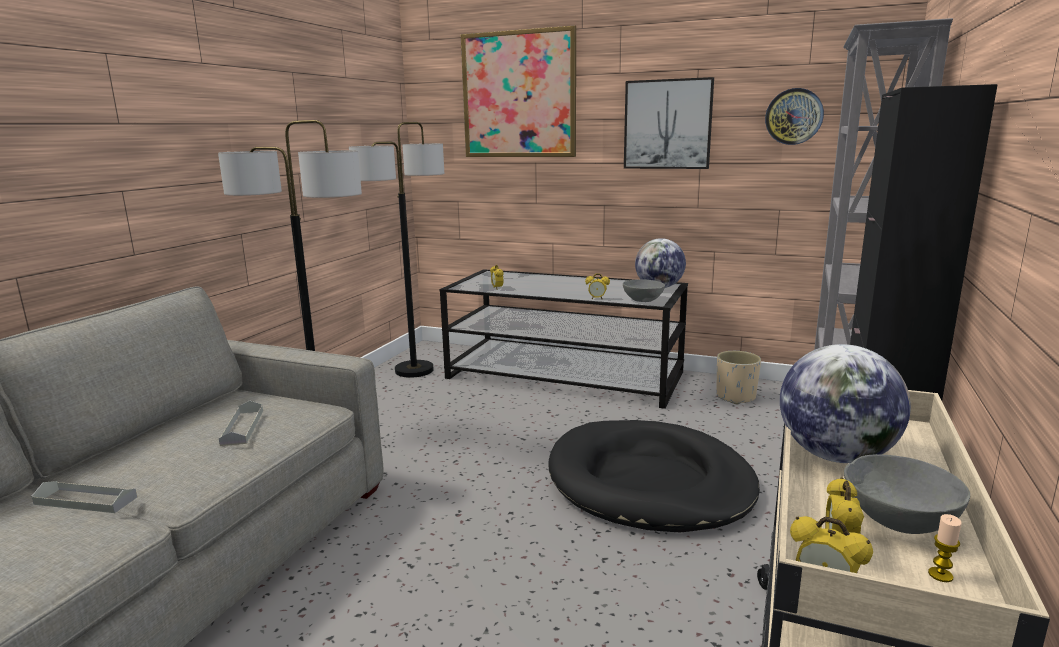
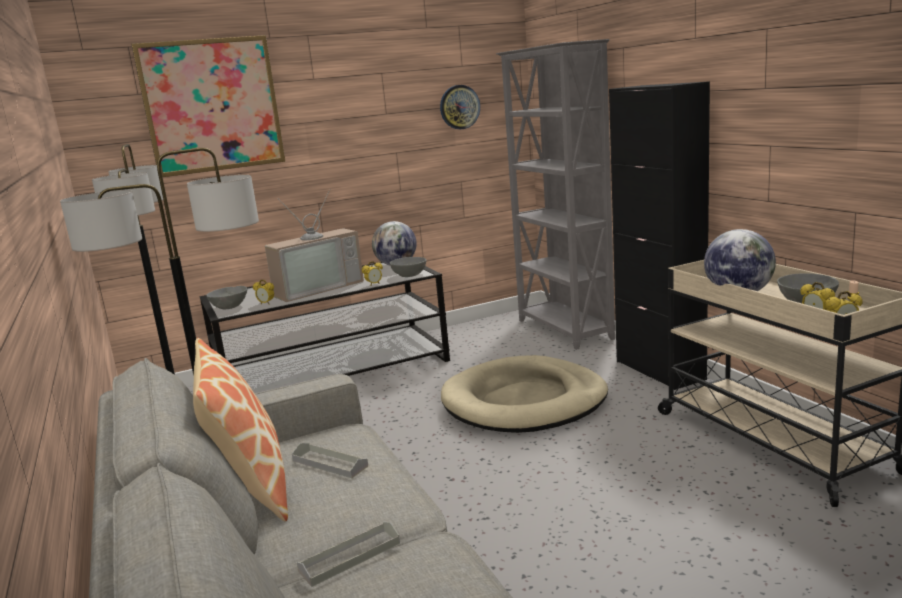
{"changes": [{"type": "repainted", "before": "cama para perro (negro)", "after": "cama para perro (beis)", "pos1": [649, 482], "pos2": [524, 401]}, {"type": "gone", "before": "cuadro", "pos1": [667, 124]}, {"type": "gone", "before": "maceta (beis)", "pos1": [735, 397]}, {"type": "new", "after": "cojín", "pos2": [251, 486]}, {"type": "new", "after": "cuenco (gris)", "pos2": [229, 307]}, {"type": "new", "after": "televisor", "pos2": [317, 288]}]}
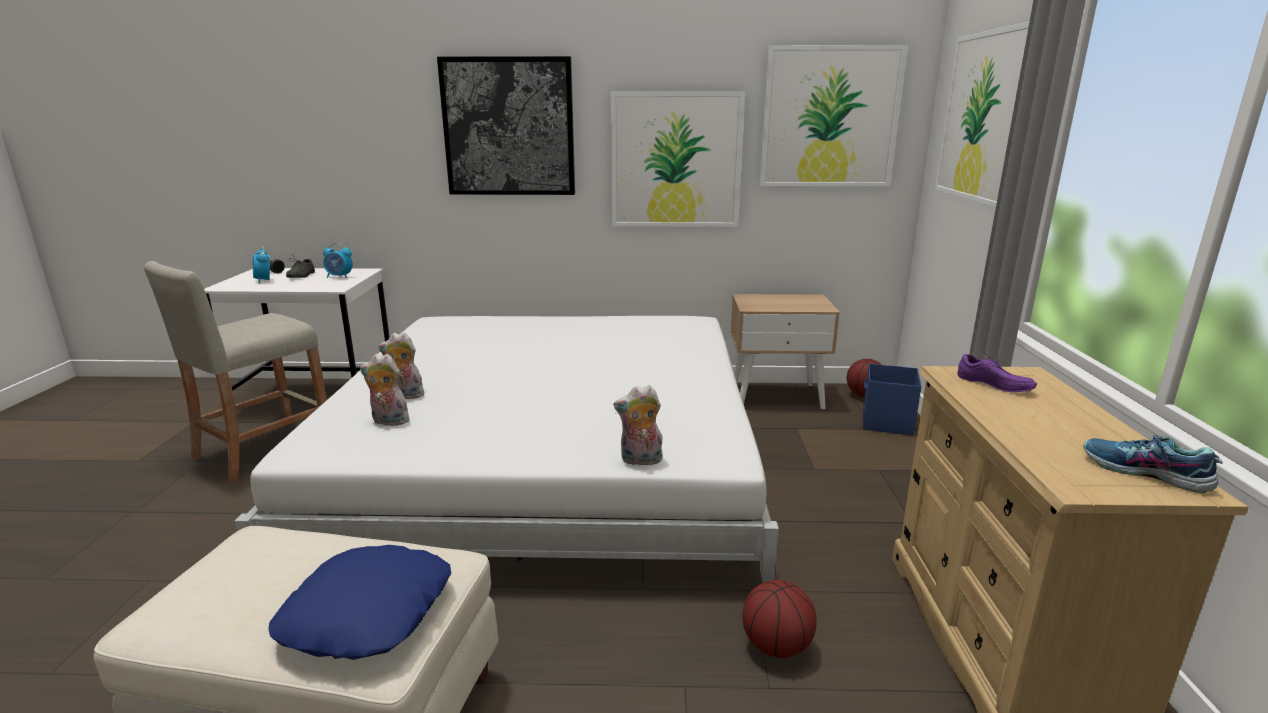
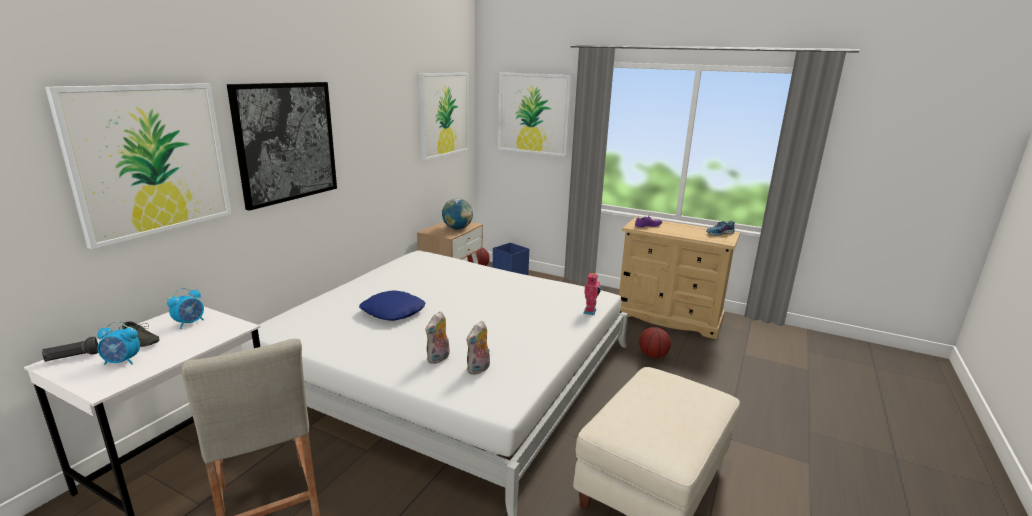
{"changes": [{"type": "shifted", "before": "cojín (azul)", "pos1": [366, 612], "pos2": [392, 312]}, {"type": "shifted", "before": "cuadro", "pos1": [676, 160], "pos2": [150, 160]}, {"type": "swapped", "before": "peluche", "after": "robot de juguete", "pos1": [640, 461], "pos2": [590, 311]}, {"type": "new", "after": "globo terráqueo", "pos2": [457, 228]}]}
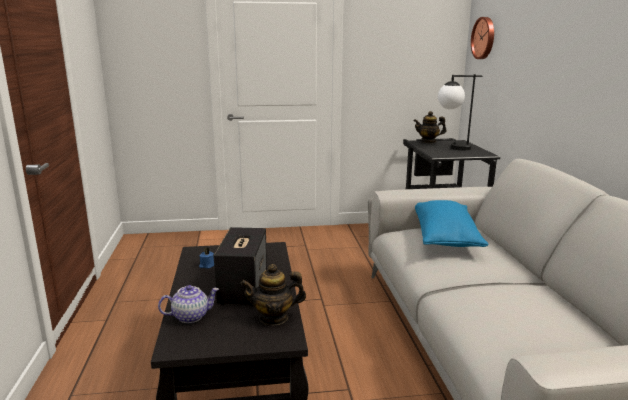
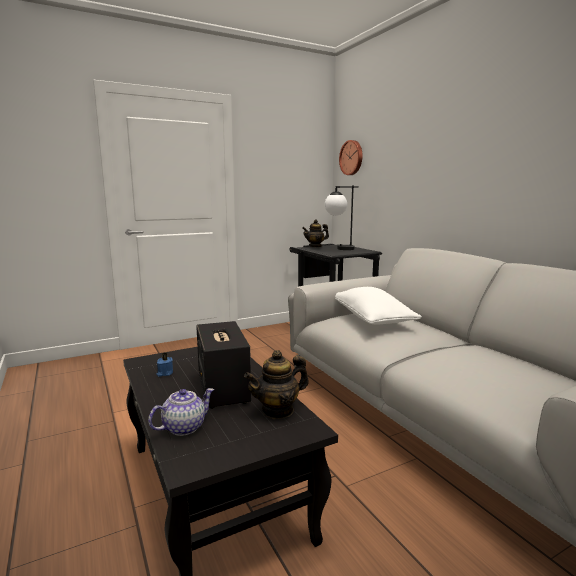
{"changes": [{"type": "repainted", "before": "cojín (azul)", "after": "cojín (blanco)", "pos1": [445, 238], "pos2": [371, 319]}]}
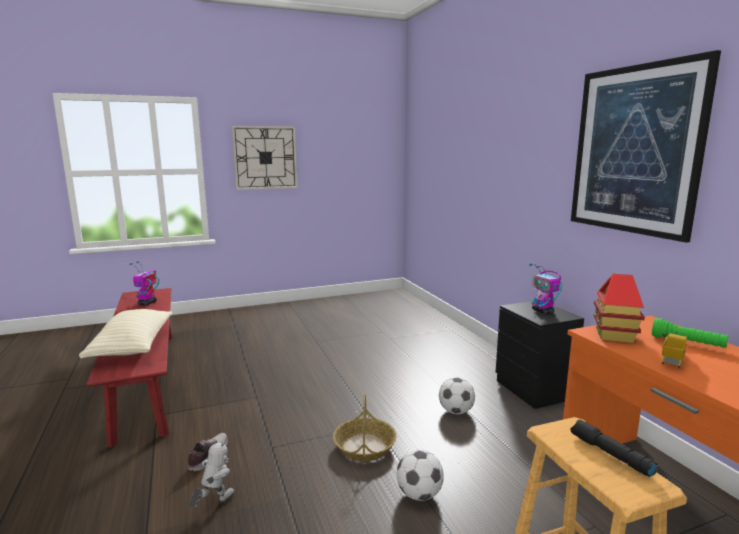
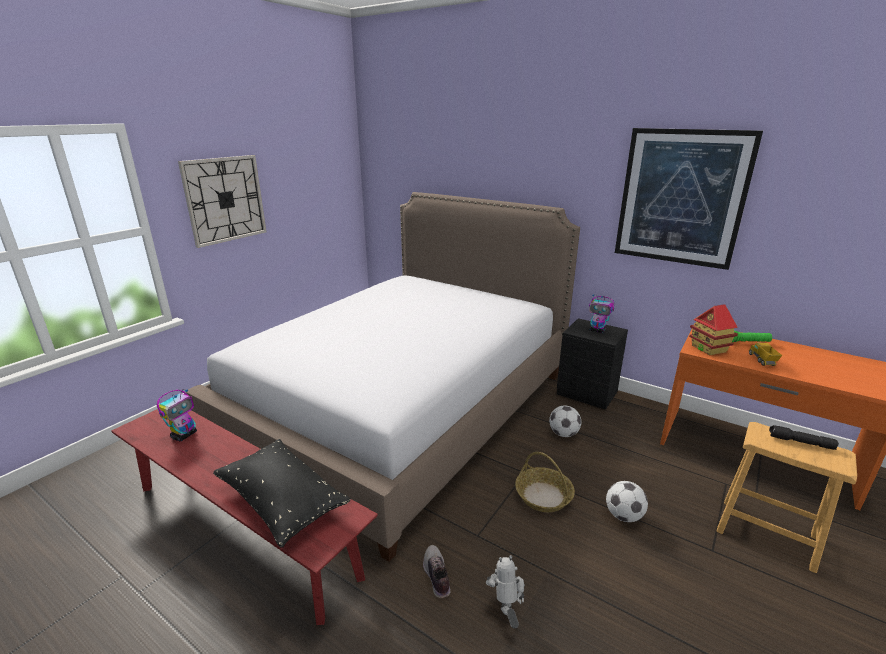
{"changes": [{"type": "repainted", "before": "cojín (beis)", "after": "cojín (negro)", "pos1": [132, 346], "pos2": [282, 501]}, {"type": "rotated", "before": "robot de juguete", "pos1": [147, 303], "pos2": [184, 435], "turn": -135}, {"type": "new", "after": "cama", "pos2": [404, 408]}]}
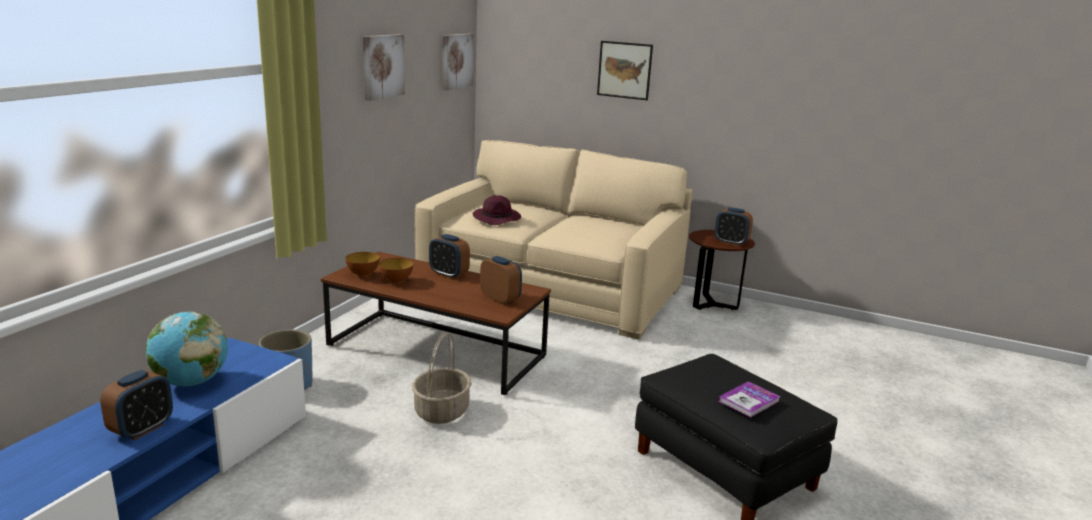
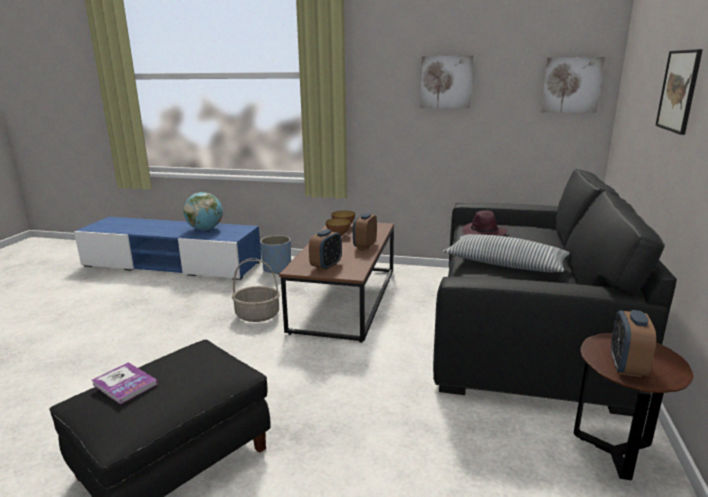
{"changes": [{"type": "gone", "before": "despertador", "pos1": [142, 429]}, {"type": "repainted", "before": "sofá (beis)", "after": "sofá (negro)", "pos1": [552, 288], "pos2": [523, 328]}, {"type": "new", "after": "cojín", "pos2": [505, 264]}]}
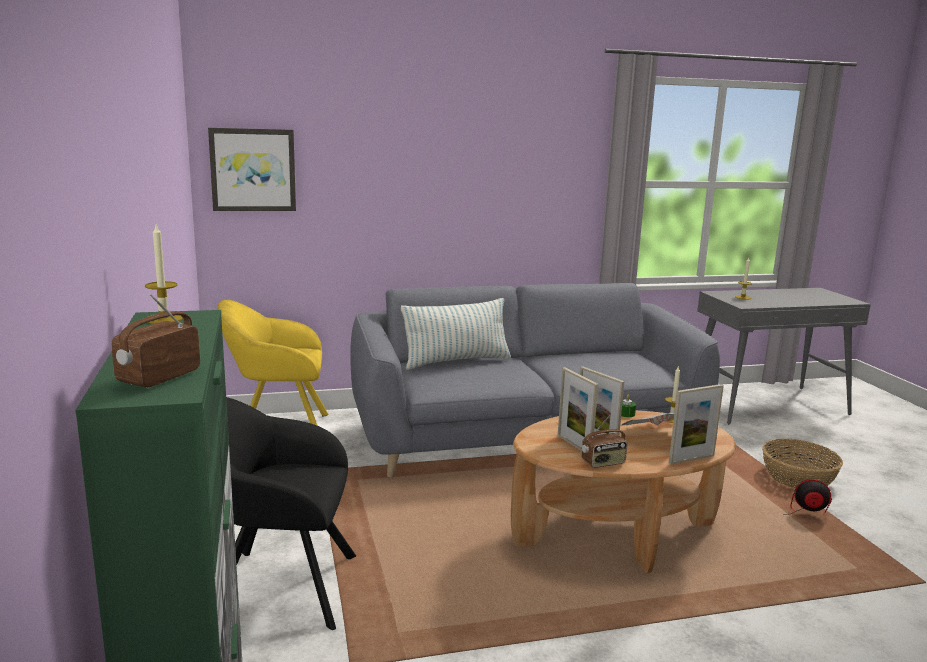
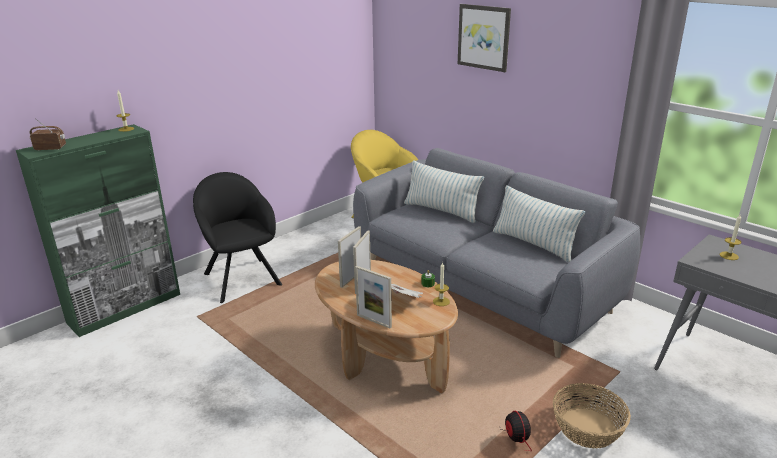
{"changes": [{"type": "shifted", "before": "cuadro", "pos1": [253, 170], "pos2": [484, 37]}, {"type": "gone", "before": "radio", "pos1": [603, 463]}, {"type": "new", "after": "cojín", "pos2": [533, 244]}]}
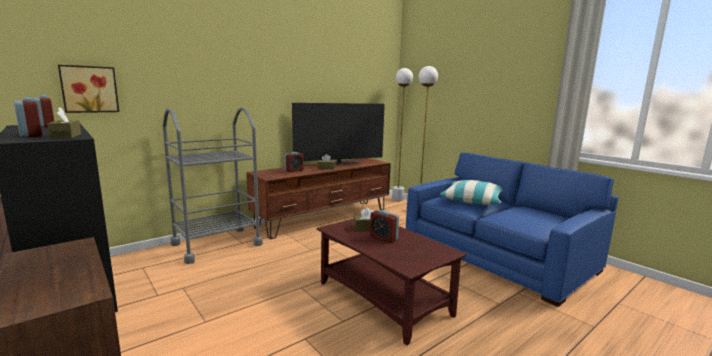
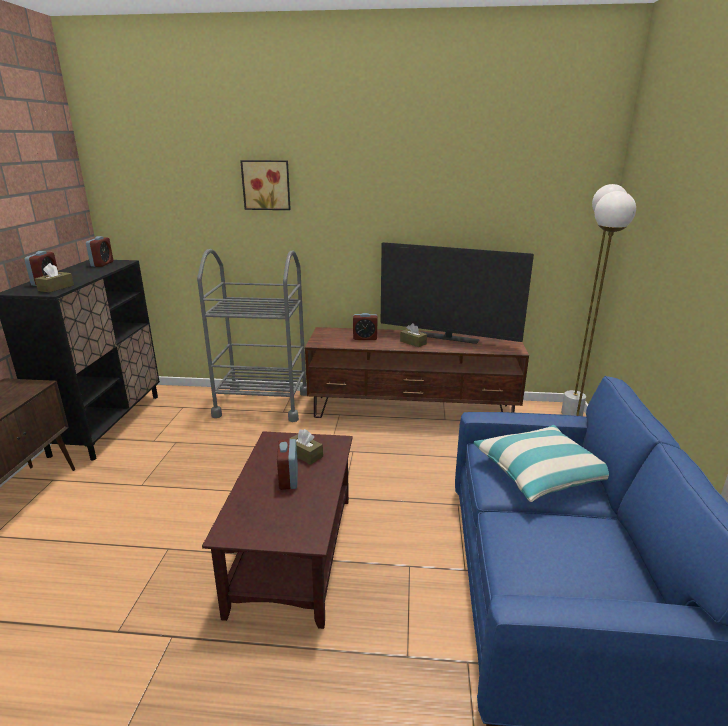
{"changes": [{"type": "shifted", "before": "cuadro", "pos1": [89, 89], "pos2": [266, 185]}]}
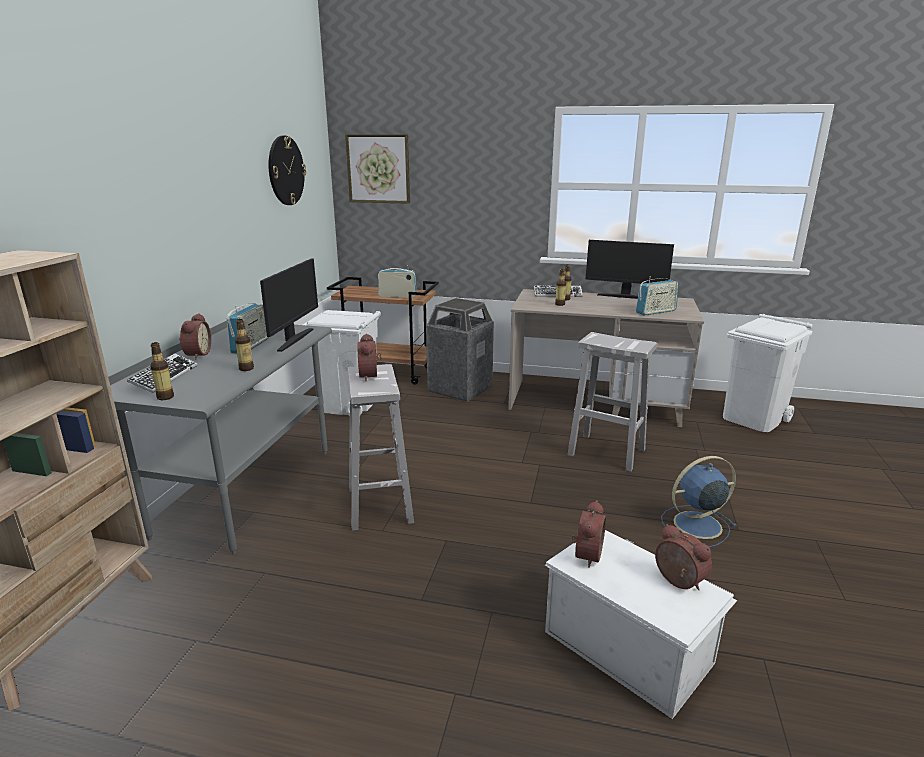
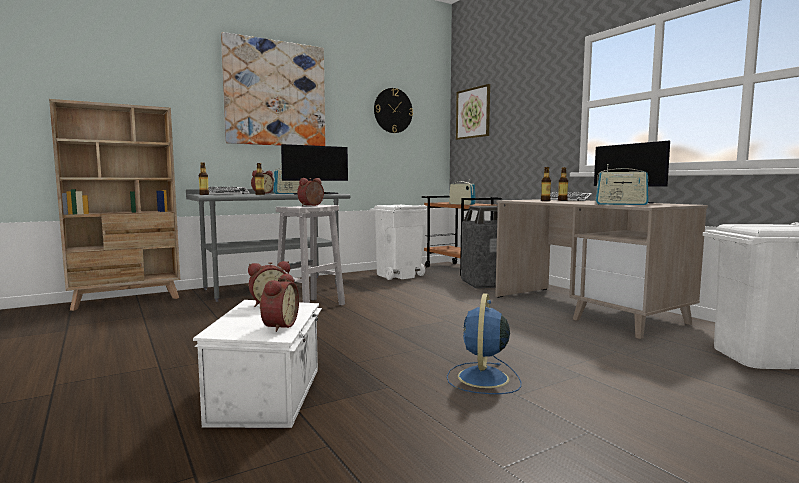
{"changes": [{"type": "gone", "before": "taburete (blanco)", "pos1": [605, 452]}, {"type": "rotated", "before": "ventilador (azul)", "pos1": [695, 525], "pos2": [483, 379], "turn": -105}, {"type": "new", "after": "cuadro", "pos2": [275, 94]}]}
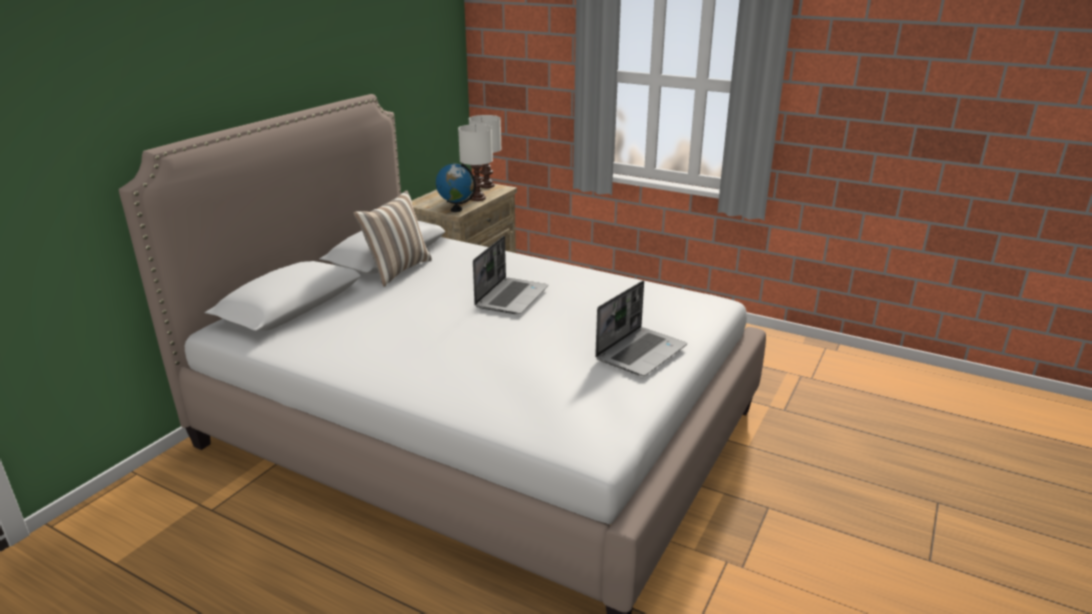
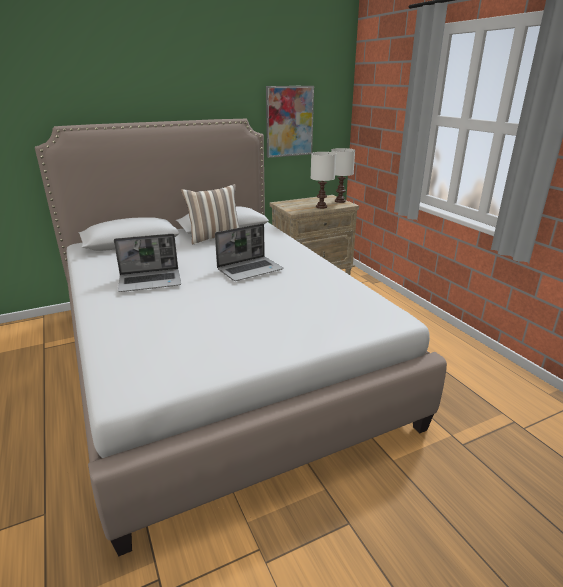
{"changes": [{"type": "gone", "before": "globo terráqueo", "pos1": [456, 210]}, {"type": "shifted", "before": "portátil", "pos1": [641, 352], "pos2": [151, 281]}, {"type": "new", "after": "cuadro", "pos2": [289, 121]}]}
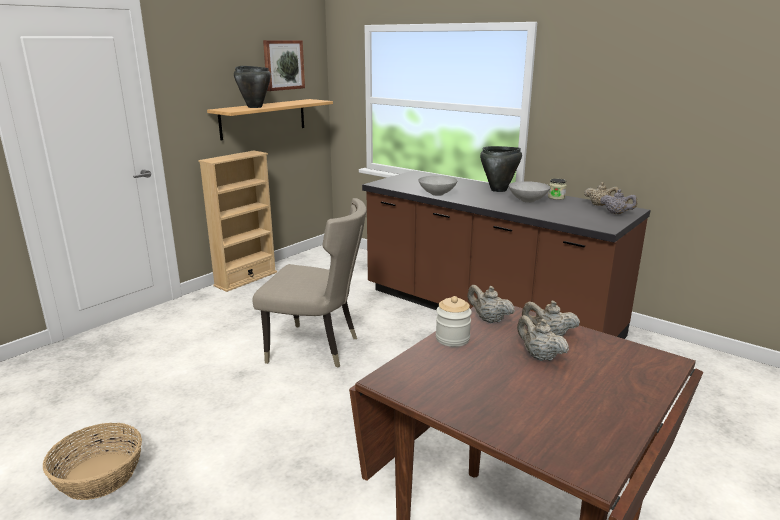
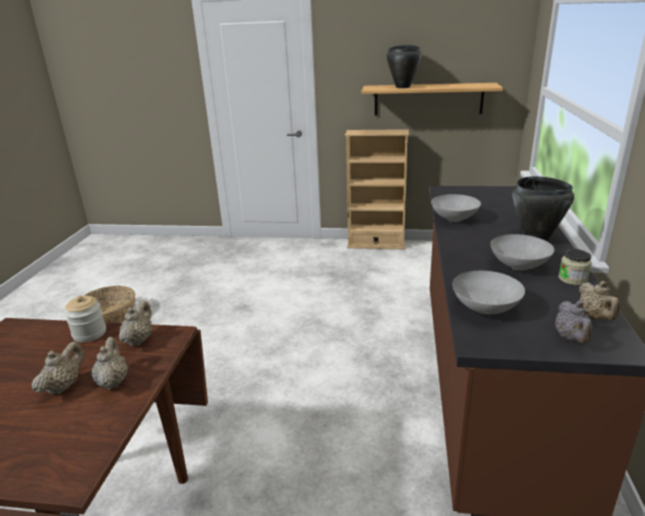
{"changes": [{"type": "gone", "before": "silla (beis)", "pos1": [317, 348]}, {"type": "gone", "before": "cuadro", "pos1": [283, 65]}, {"type": "new", "after": "cuenco (gris)", "pos2": [484, 308]}]}
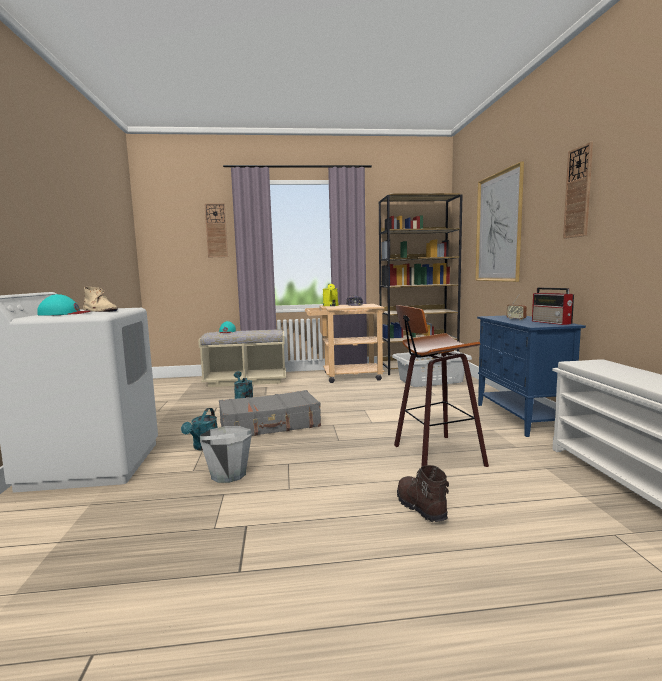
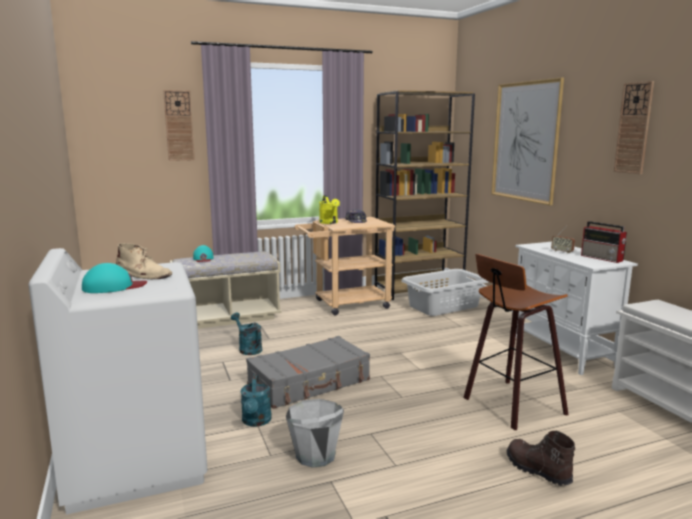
{"changes": [{"type": "repainted", "before": "armario (azul)", "after": "armario (blanco)", "pos1": [521, 418], "pos2": [563, 351]}]}
